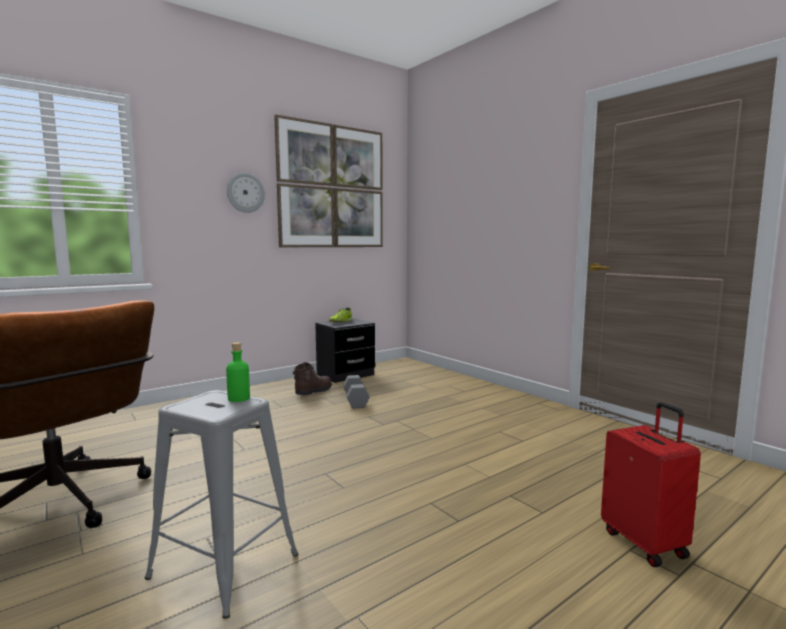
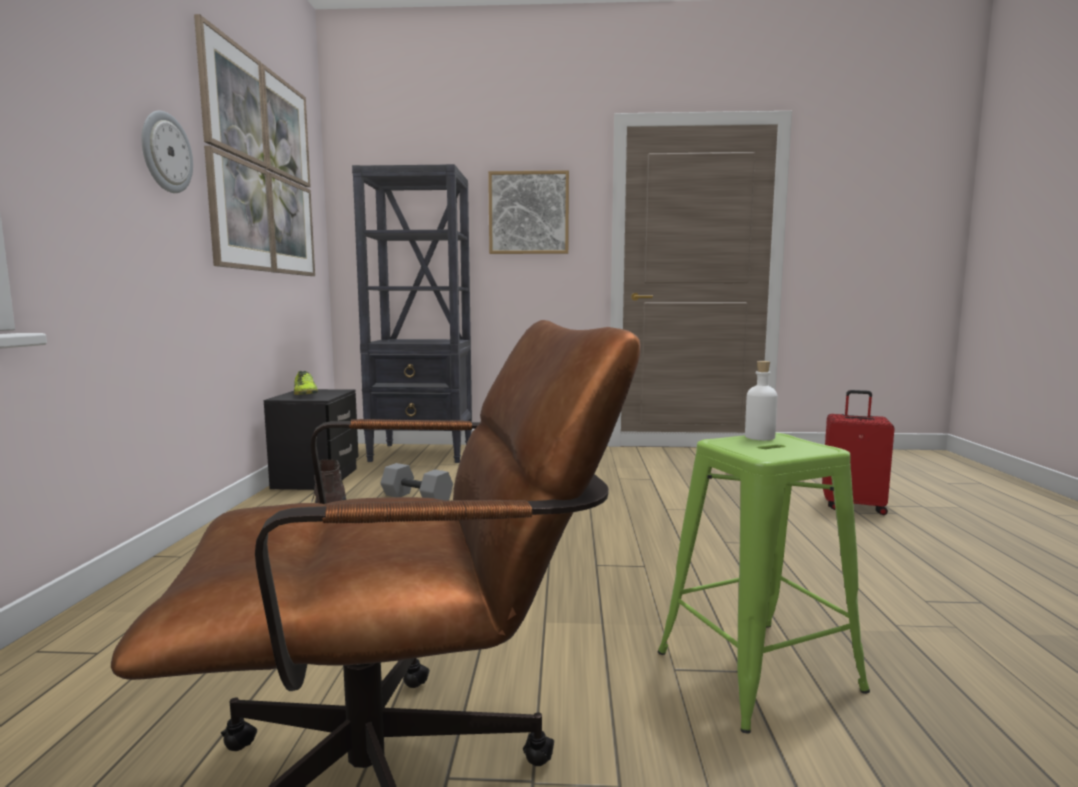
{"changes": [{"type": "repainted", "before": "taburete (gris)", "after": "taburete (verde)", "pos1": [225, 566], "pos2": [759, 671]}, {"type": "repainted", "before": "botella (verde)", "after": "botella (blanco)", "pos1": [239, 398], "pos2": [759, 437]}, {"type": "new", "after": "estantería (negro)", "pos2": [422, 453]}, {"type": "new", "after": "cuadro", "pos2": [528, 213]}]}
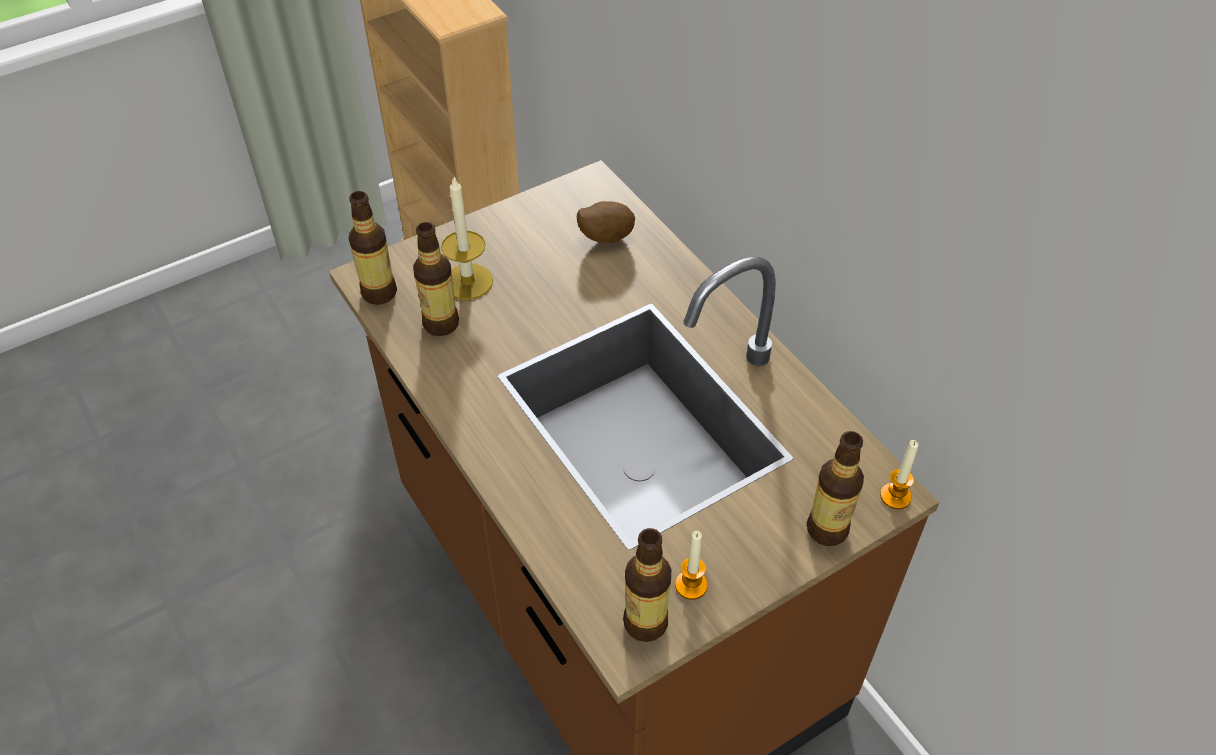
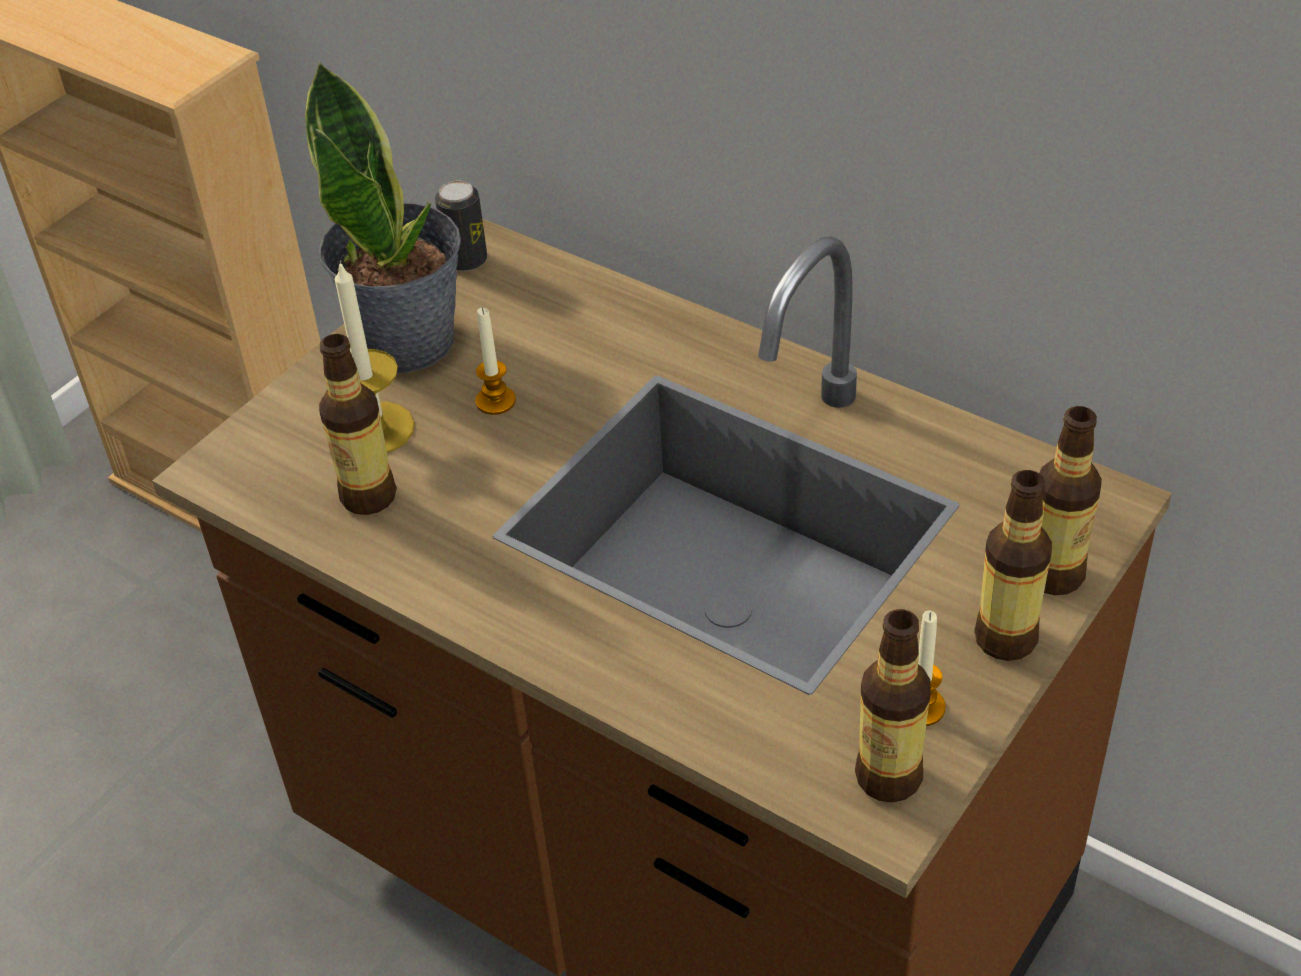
{"changes": [{"type": "shifted", "before": "botella", "pos1": [379, 293], "pos2": [1005, 638]}, {"type": "gone", "before": "patata", "pos1": [604, 237]}, {"type": "shifted", "before": "vela", "pos1": [895, 496], "pos2": [495, 401]}, {"type": "new", "after": "planta en maceta", "pos2": [408, 340]}, {"type": "new", "after": "lata", "pos2": [466, 260]}]}
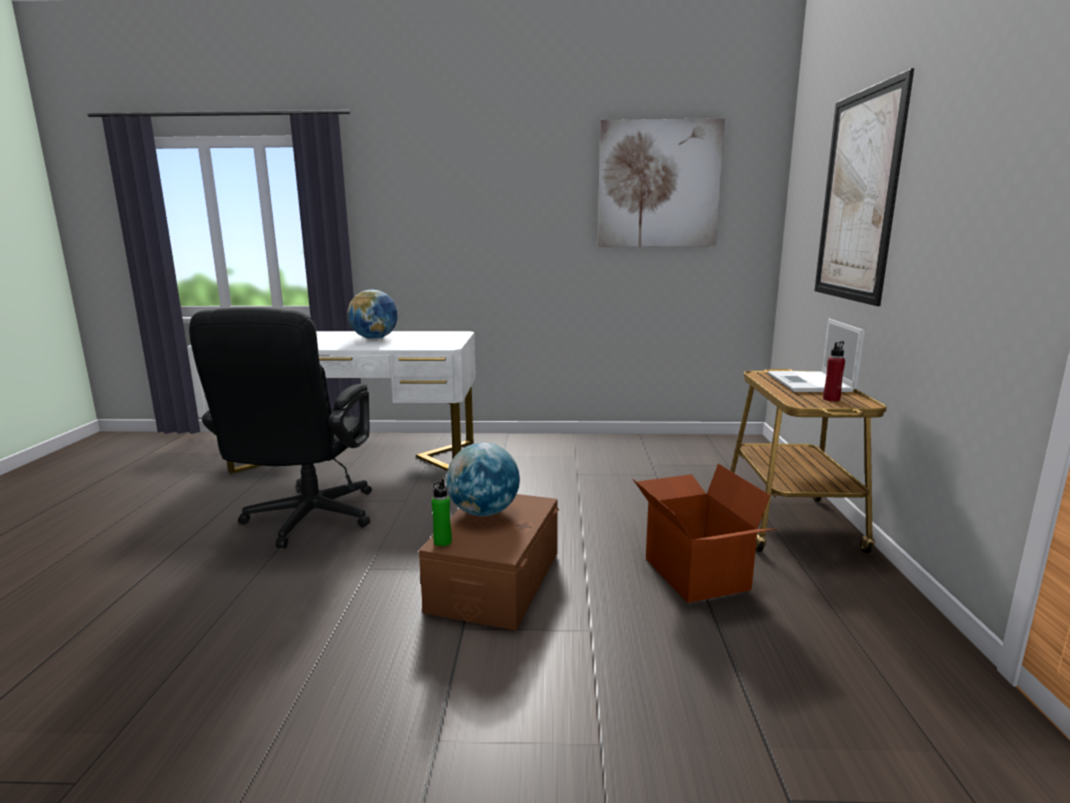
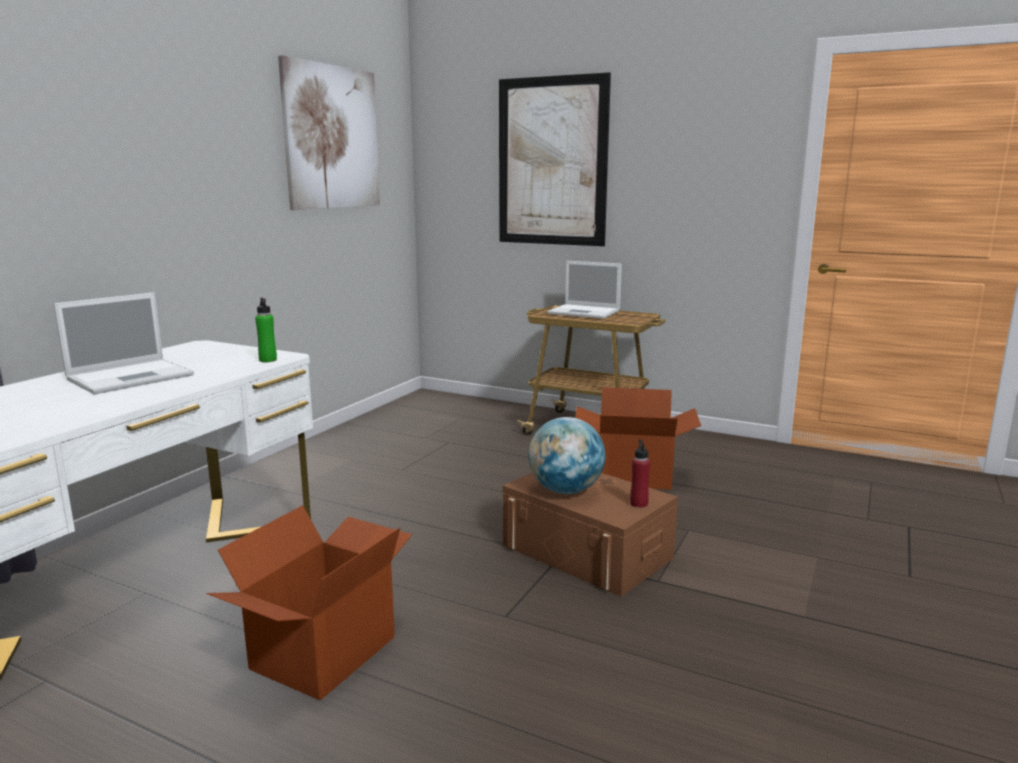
{"changes": [{"type": "swapped", "before": "silla de oficina (negro)", "after": "caja de cartón", "pos1": [305, 522], "pos2": [322, 652]}, {"type": "swapped", "before": "globo terráqueo", "after": "portátil", "pos1": [374, 338], "pos2": [132, 377]}, {"type": "shifted", "before": "botella (verde)", "pos1": [442, 542], "pos2": [268, 360]}, {"type": "shifted", "before": "botella (rojo)", "pos1": [831, 399], "pos2": [639, 503]}]}
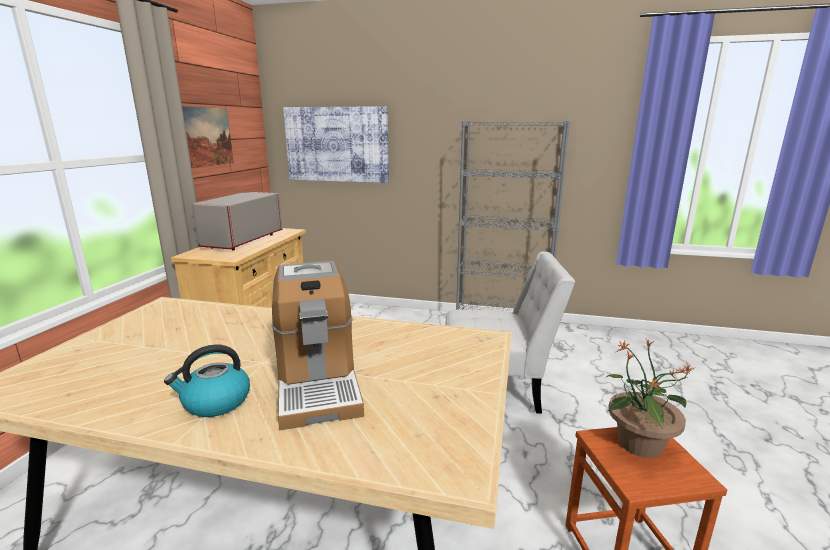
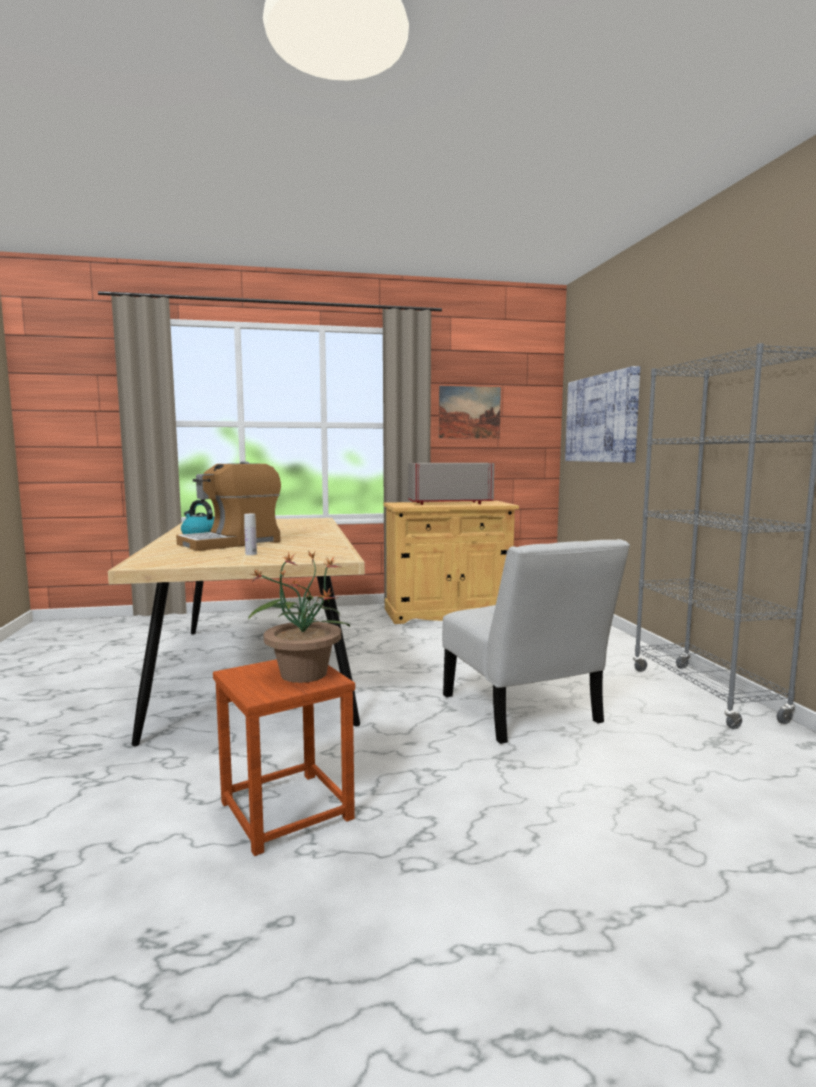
{"changes": [{"type": "new", "after": "botella (blanco)", "pos2": [251, 554]}]}
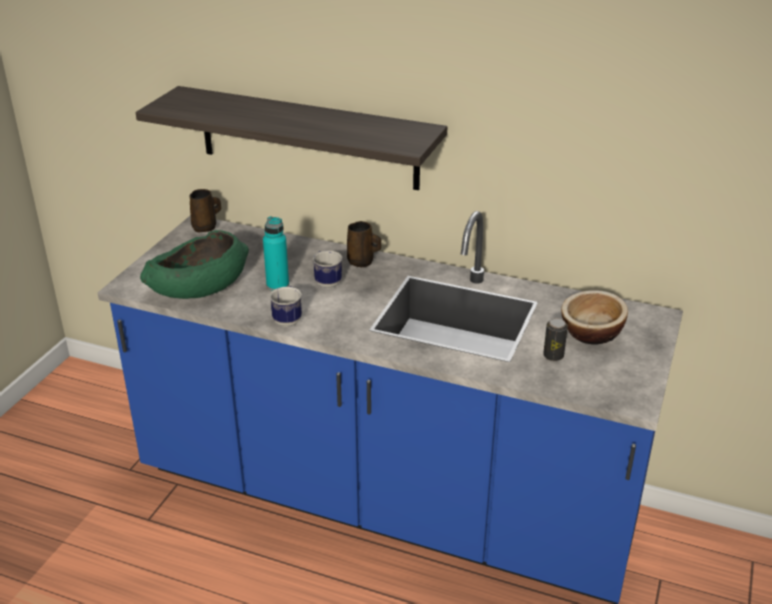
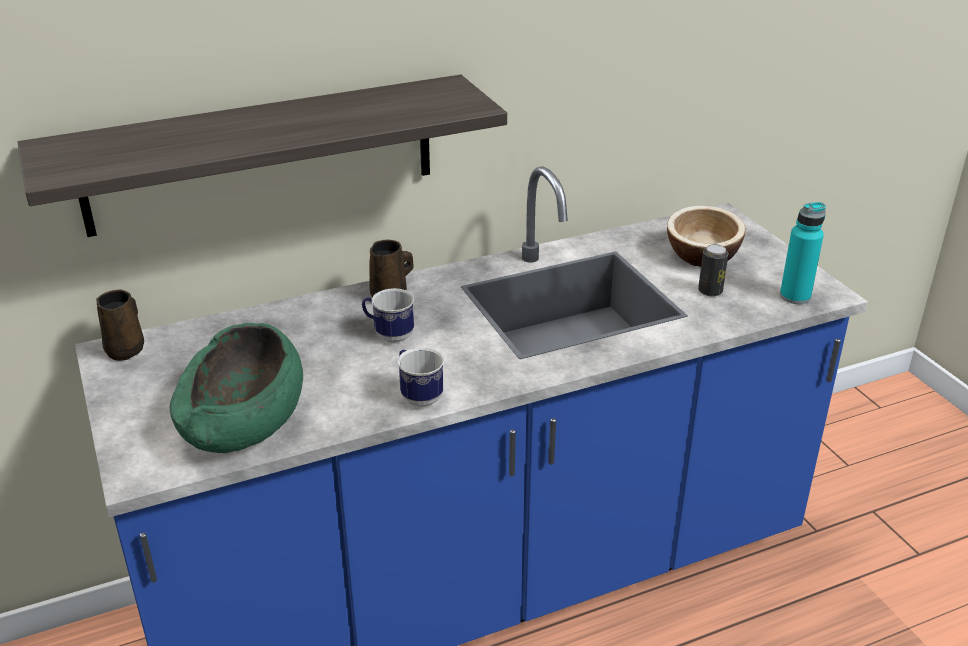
{"changes": [{"type": "shifted", "before": "botella (turquesa)", "pos1": [277, 285], "pos2": [795, 296]}]}
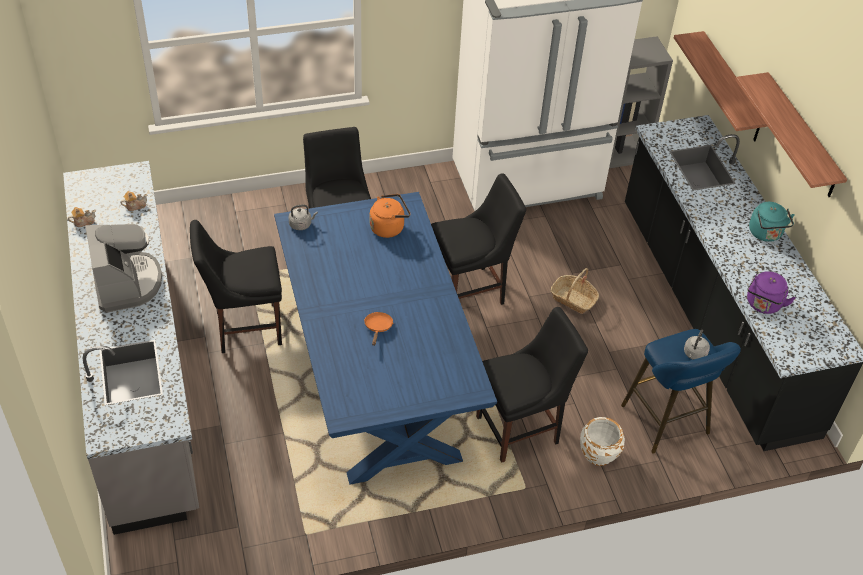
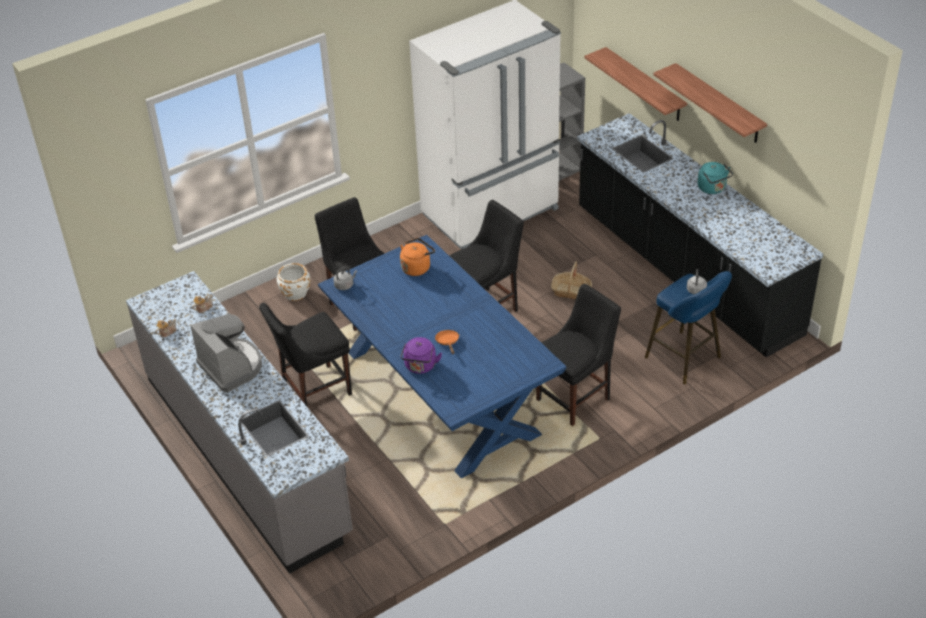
{"changes": [{"type": "shifted", "before": "maceta (blanco)", "pos1": [598, 453], "pos2": [295, 293]}, {"type": "shifted", "before": "hervidor (morado)", "pos1": [763, 305], "pos2": [420, 367]}]}
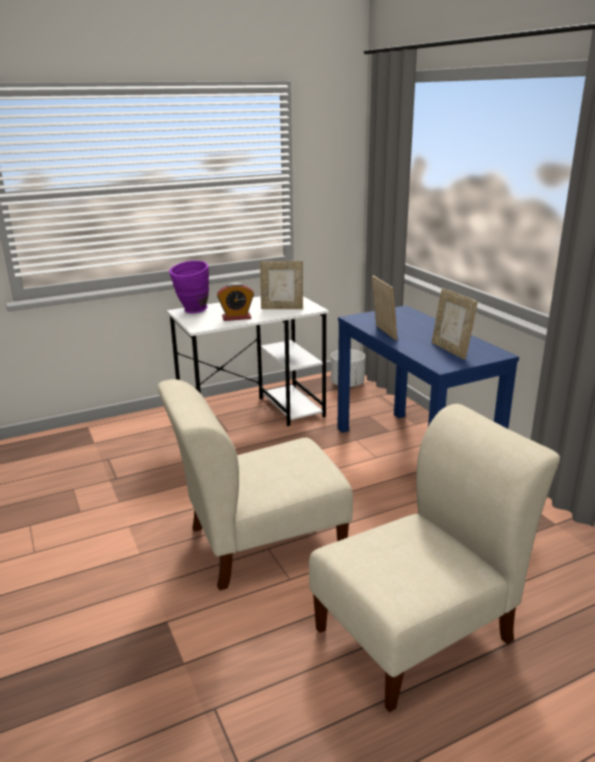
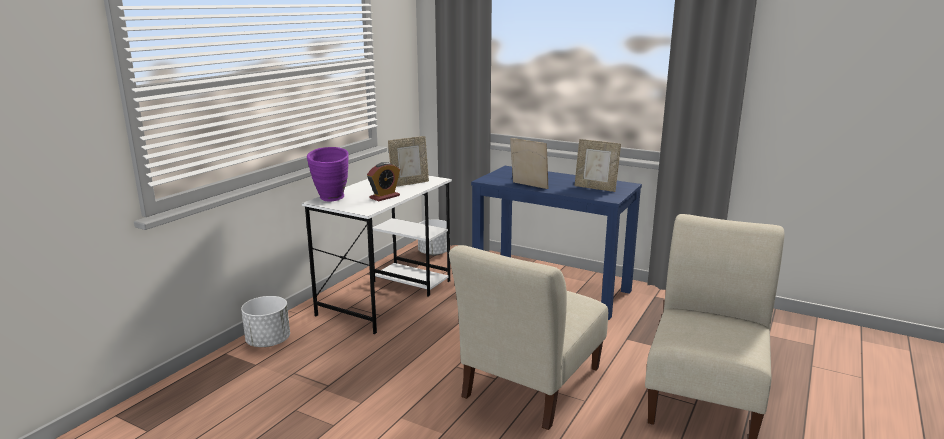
{"changes": [{"type": "new", "after": "maceta (blanco)", "pos2": [268, 342]}]}
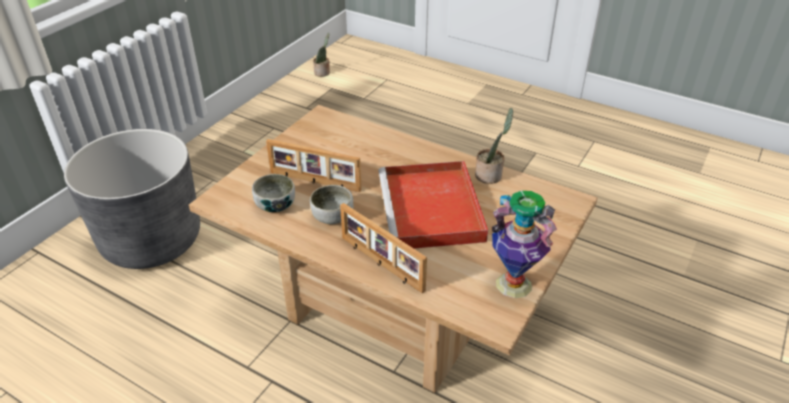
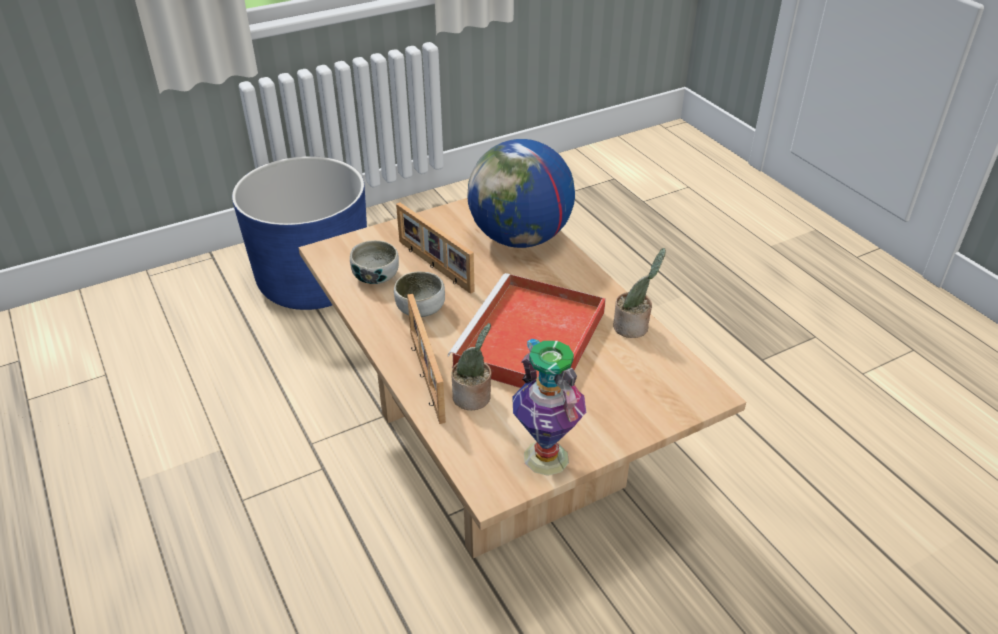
{"changes": [{"type": "repainted", "before": "maceta (gris)", "after": "maceta (azul)", "pos1": [151, 240], "pos2": [314, 282]}, {"type": "shifted", "before": "planta en maceta", "pos1": [323, 73], "pos2": [473, 398]}, {"type": "new", "after": "globo terráqueo", "pos2": [520, 238]}]}
